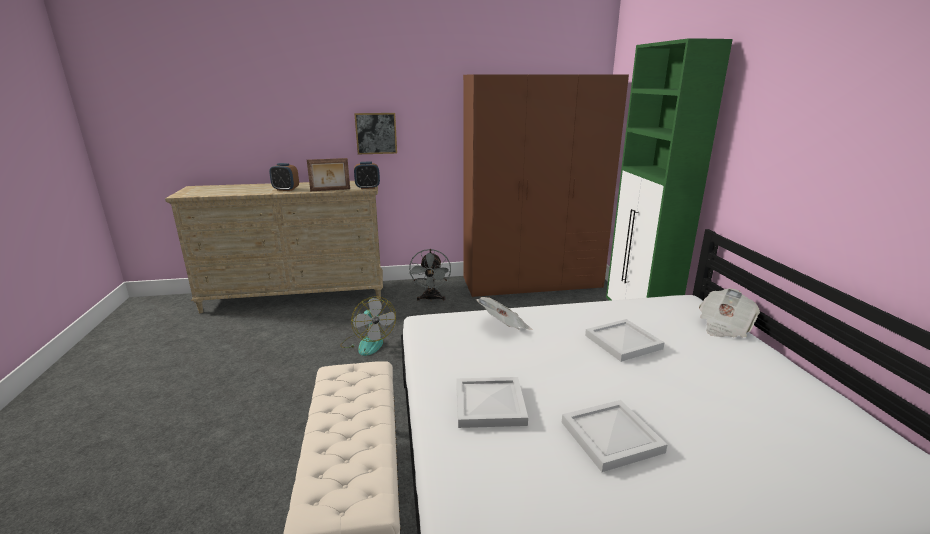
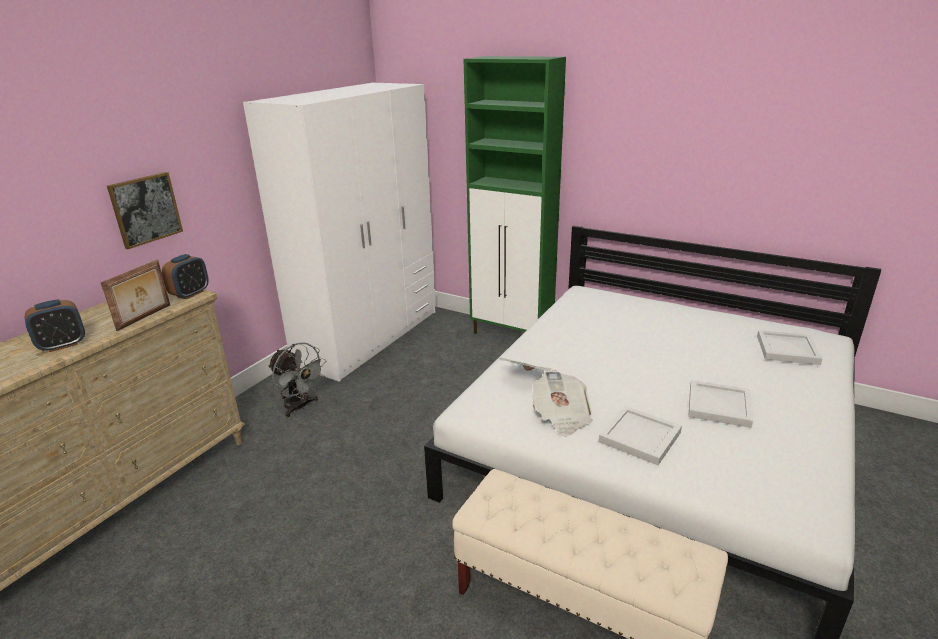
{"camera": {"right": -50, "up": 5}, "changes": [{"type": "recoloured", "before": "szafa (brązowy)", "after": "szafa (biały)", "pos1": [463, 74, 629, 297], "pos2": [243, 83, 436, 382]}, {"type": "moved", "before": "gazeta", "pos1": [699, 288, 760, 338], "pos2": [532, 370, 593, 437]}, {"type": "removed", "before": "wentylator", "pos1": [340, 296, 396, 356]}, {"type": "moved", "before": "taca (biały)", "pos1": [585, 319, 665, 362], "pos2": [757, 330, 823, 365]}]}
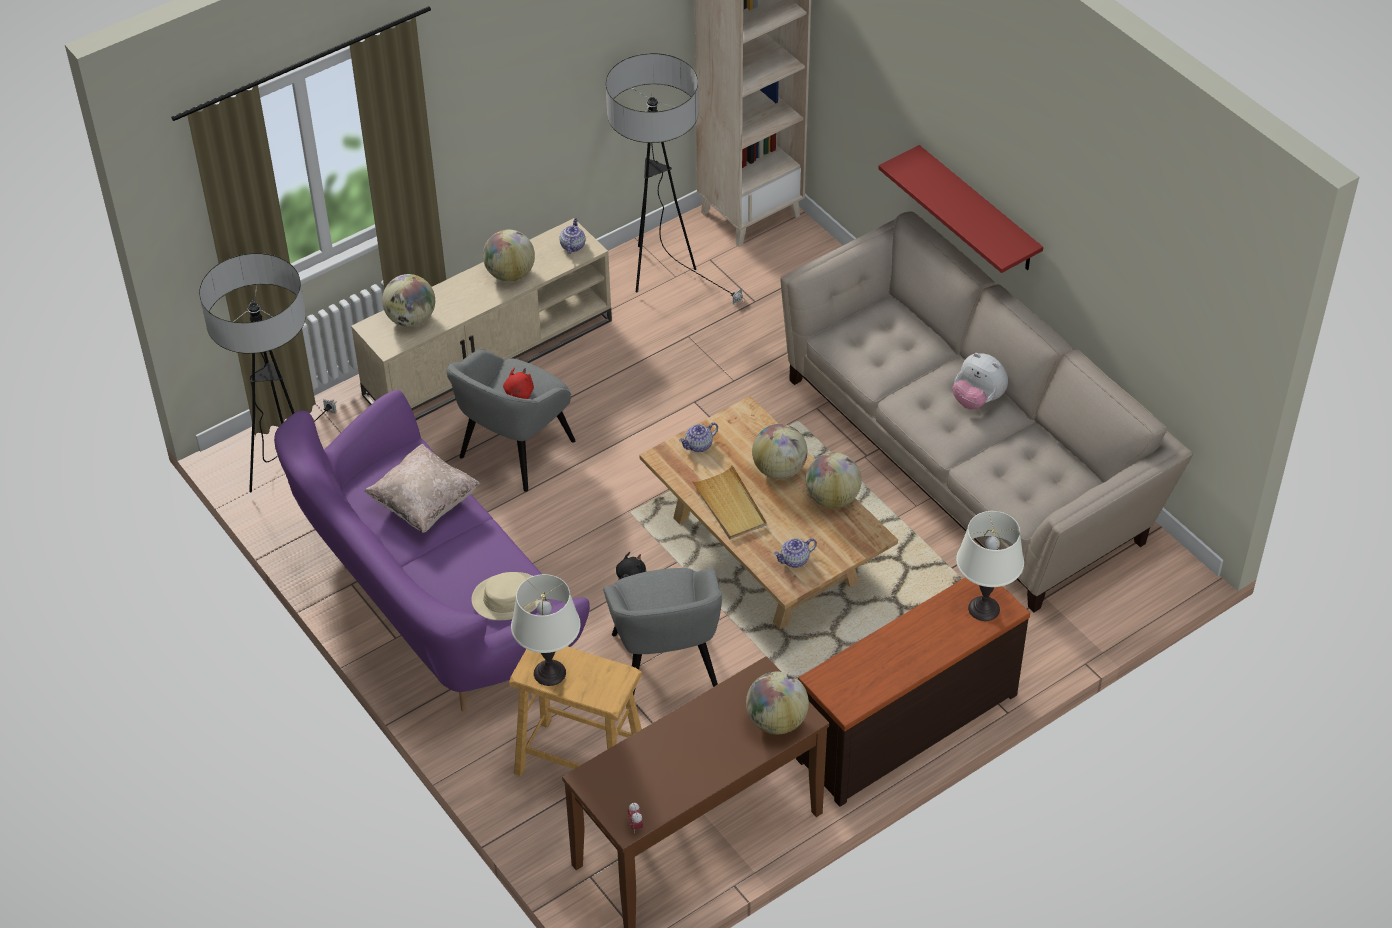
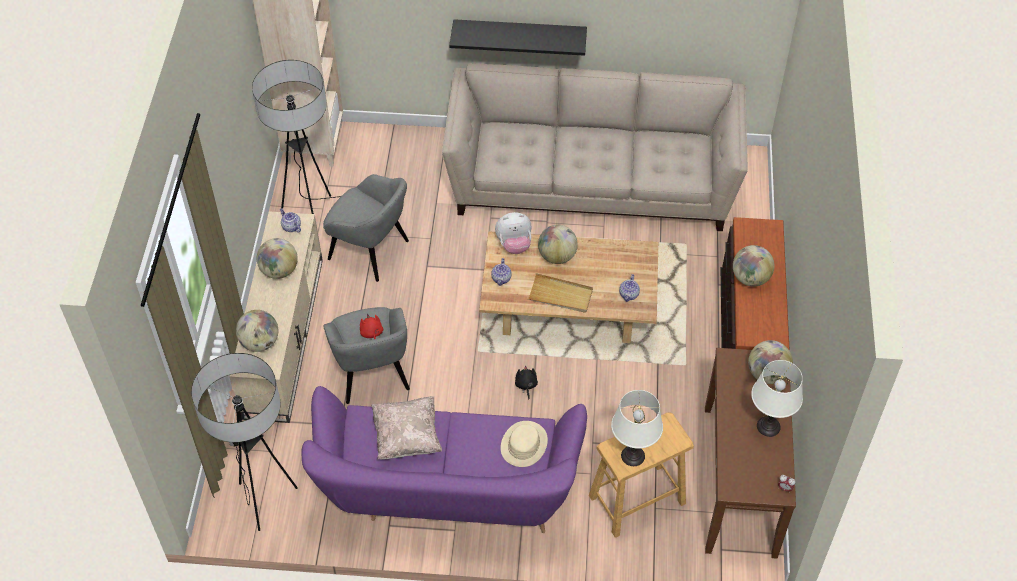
{"camera": {"right": -50, "up": 5}, "changes": [{"type": "recoloured", "before": "półka (czerwony)", "after": "półka (czarny)", "pos1": [878, 145, 1043, 273], "pos2": [449, 19, 587, 56]}, {"type": "moved", "before": "pluszak", "pos1": [953, 353, 1008, 409], "pos2": [495, 212, 532, 254]}, {"type": "moved", "before": "globus", "pos1": [806, 452, 862, 508], "pos2": [733, 245, 774, 286]}, {"type": "moved", "before": "lampa stołowa (biały)", "pos1": [956, 511, 1024, 621], "pos2": [751, 360, 803, 437]}, {"type": "moved", "before": "fotel (szary)", "pos1": [603, 568, 722, 695], "pos2": [323, 174, 409, 282]}]}
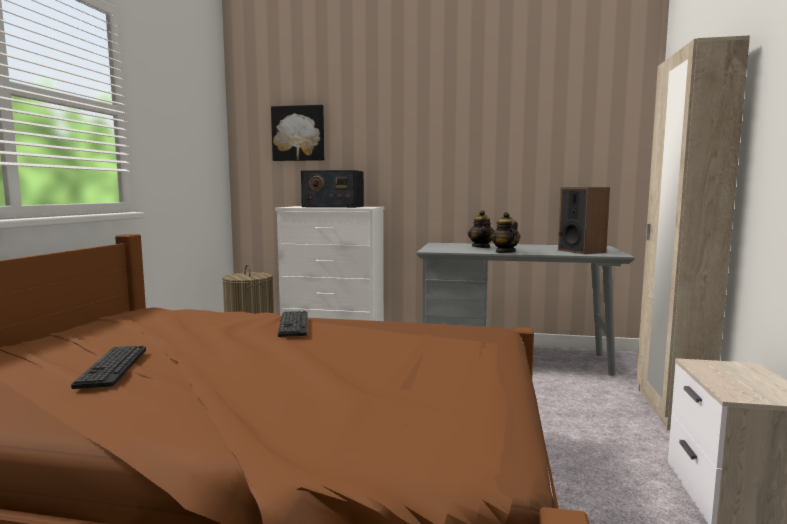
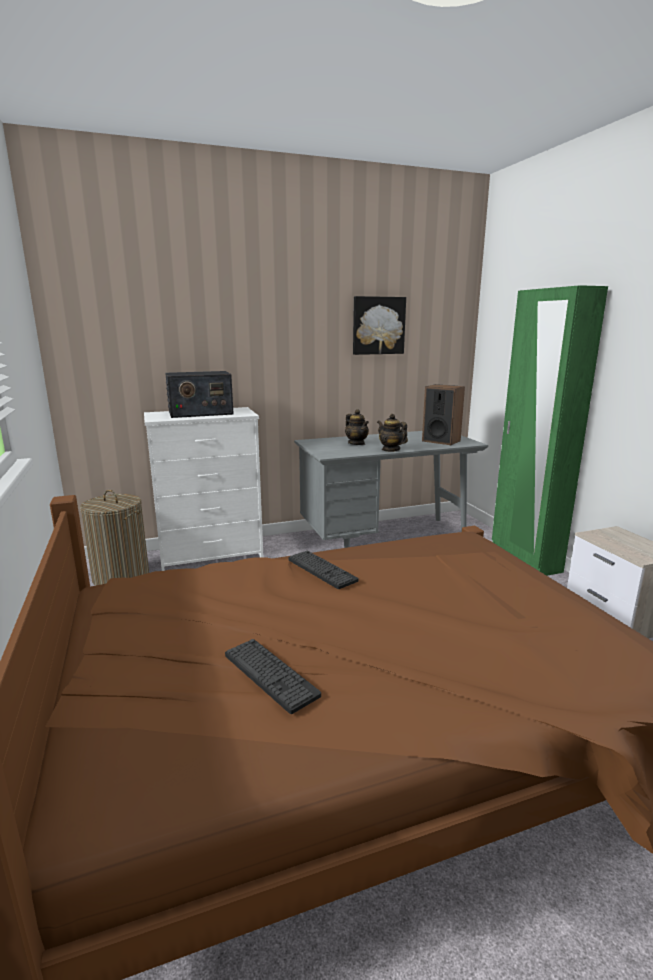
{"camera": {"right": -30, "up": 10}, "changes": [{"type": "recoloured", "before": "szafa (beżowy)", "after": "szafa (zielony)", "pos1": [636, 35, 750, 430], "pos2": [492, 285, 608, 576]}, {"type": "moved", "before": "obraz", "pos1": [271, 105, 324, 161], "pos2": [353, 296, 406, 355]}]}
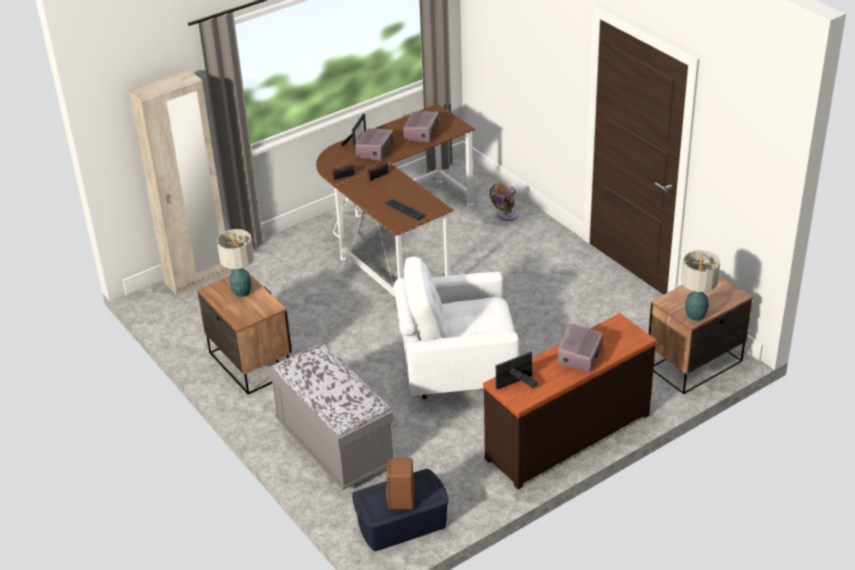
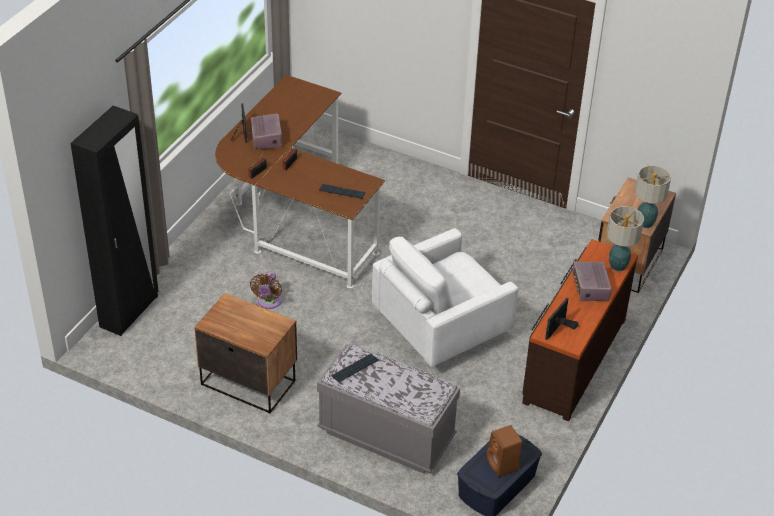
{"camera": {"right": -30, "up": 5}, "changes": [{"type": "recoloured", "before": "szafa (beżowy)", "after": "szafa (czarny)", "pos1": [128, 69, 231, 295], "pos2": [70, 106, 159, 336]}, {"type": "removed", "before": "radio", "pos1": [403, 111, 438, 142]}, {"type": "moved", "before": "wentylator (brązowy)", "pos1": [489, 184, 519, 221], "pos2": [250, 271, 282, 309]}, {"type": "moved", "before": "lampa stołowa", "pos1": [217, 229, 254, 298], "pos2": [607, 206, 644, 271]}, {"type": "added", "after": "klawiatura", "pos2": [332, 354, 379, 382]}]}
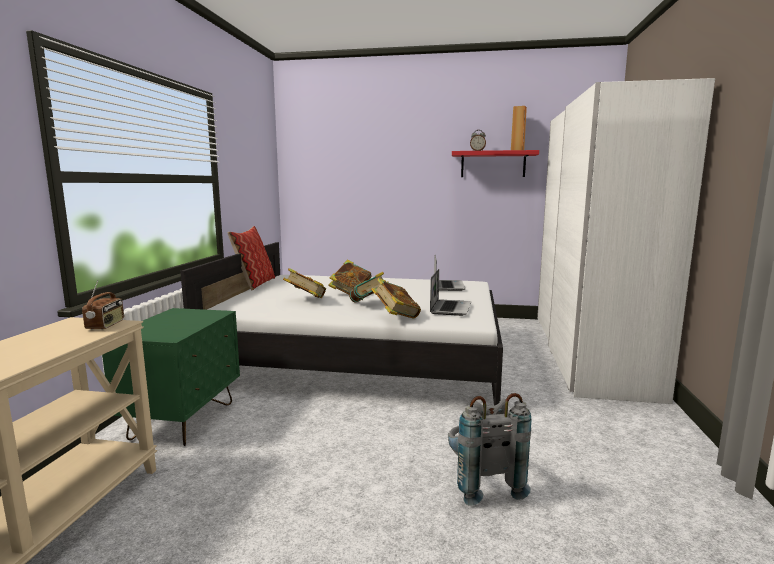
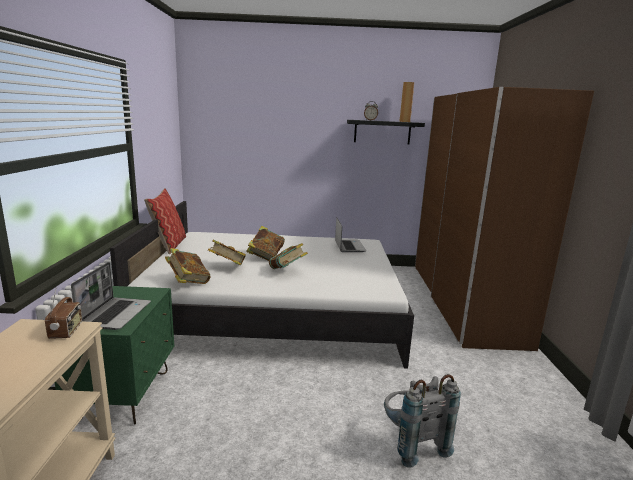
{"camera": {"right": -10, "up": 5}, "changes": [{"type": "recoloured", "before": "szafa (biały)", "after": "szafa (brązowy)", "pos1": [537, 78, 715, 404], "pos2": [415, 87, 594, 351]}, {"type": "recoloured", "before": "półka (czerwony)", "after": "półka (czarny)", "pos1": [452, 150, 539, 177], "pos2": [347, 120, 425, 145]}, {"type": "moved", "before": "laptop", "pos1": [430, 269, 471, 316], "pos2": [71, 262, 151, 330]}, {"type": "moved", "before": "książka", "pos1": [371, 278, 421, 319], "pos2": [165, 248, 211, 284]}]}
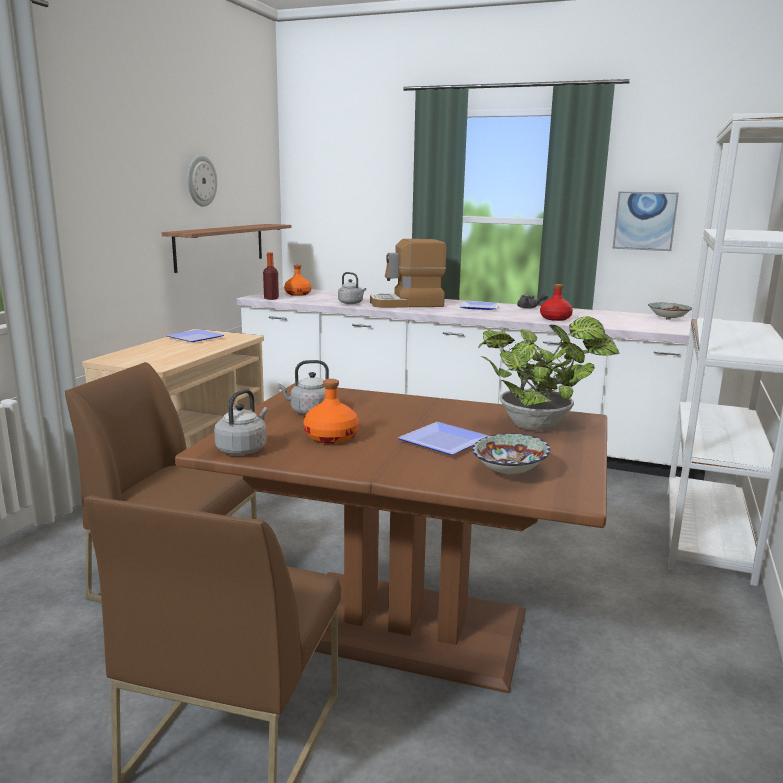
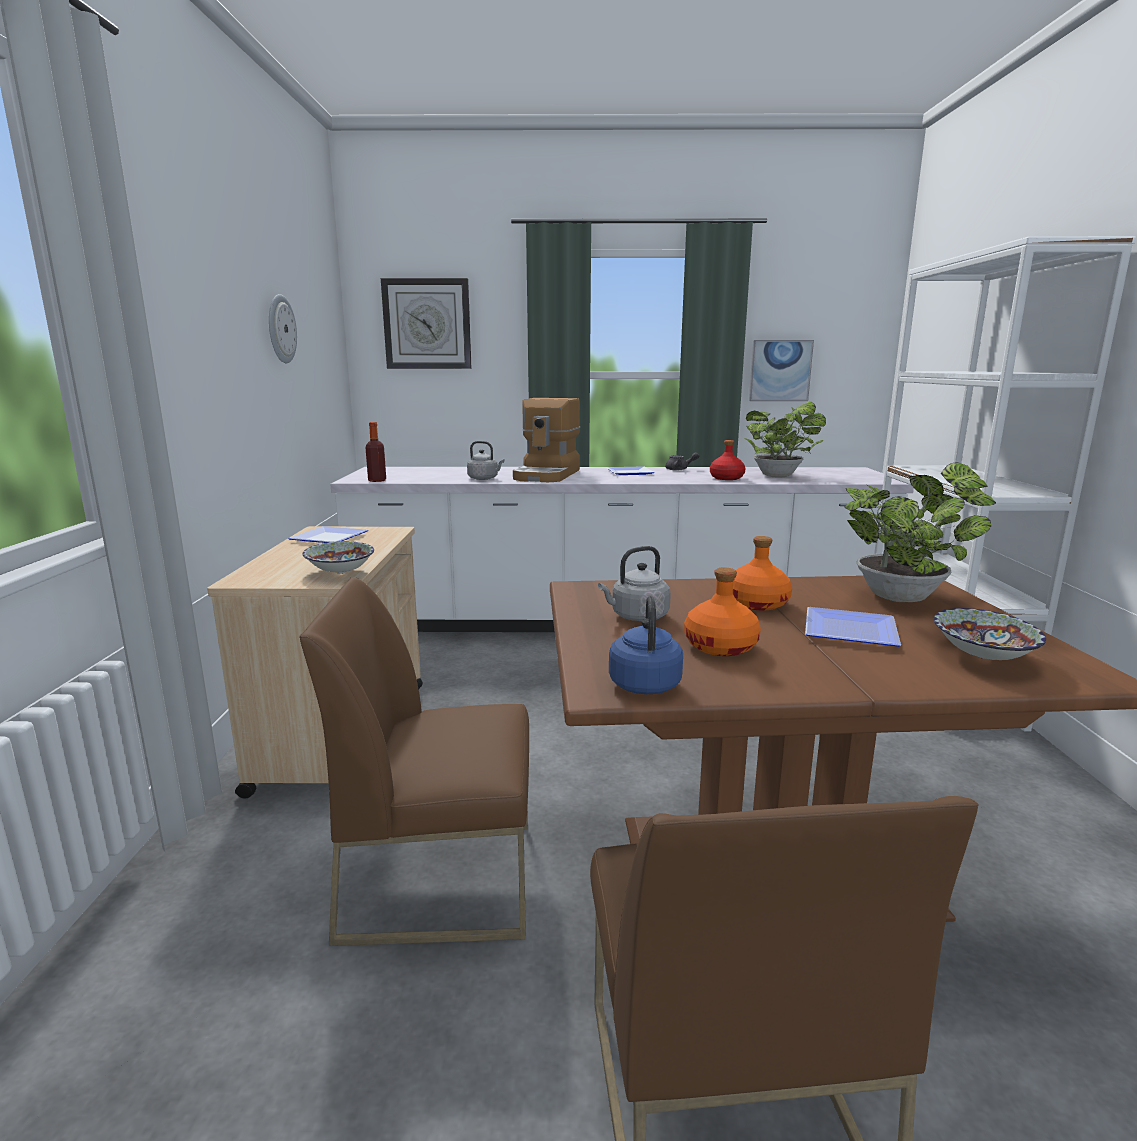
{"camera": {"right": -20, "up": 0}, "changes": [{"type": "removed", "before": "półka", "pos1": [162, 224, 292, 273]}, {"type": "turned", "before": "ekspres do kawy", "pos1": [370, 239, 446, 308], "pos2": [513, 398, 580, 482], "turn": -45}, {"type": "moved", "before": "butelka (pomarańczowy)", "pos1": [284, 265, 311, 296], "pos2": [733, 536, 792, 610]}, {"type": "moved", "before": "miska", "pos1": [648, 303, 692, 320], "pos2": [303, 541, 374, 574]}, {"type": "recoloured", "before": "czajnik (szary)", "after": "czajnik (niebieski)", "pos1": [214, 389, 268, 455], "pos2": [609, 596, 683, 694]}, {"type": "added", "after": "zegar ścienny", "pos2": [381, 278, 472, 369]}, {"type": "added", "after": "roślina doniczkowa", "pos2": [745, 402, 826, 477]}]}
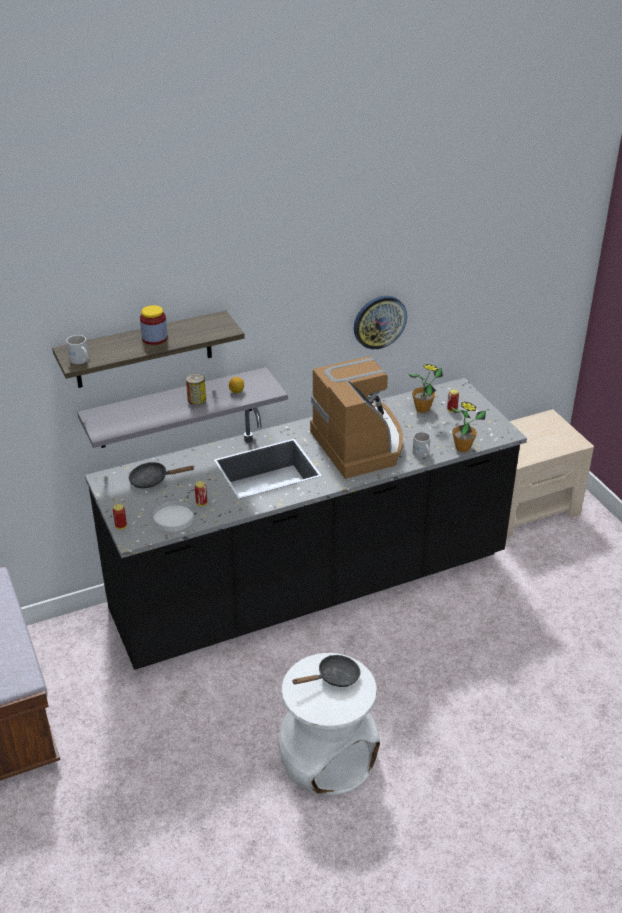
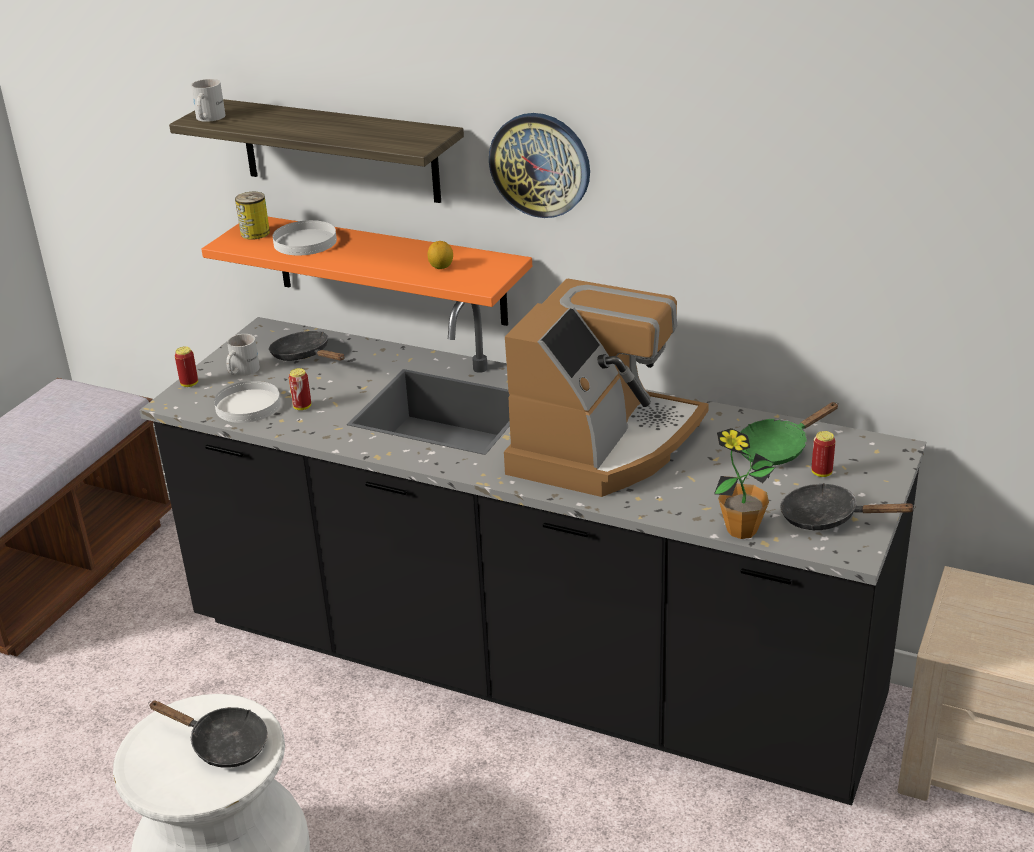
{"camera": {"right": 50, "up": -5}, "changes": [{"type": "moved", "before": "zegar ścienny", "pos1": [354, 296, 407, 349], "pos2": [489, 113, 590, 218]}, {"type": "removed", "before": "słoik", "pos1": [140, 305, 167, 345]}, {"type": "replaced", "before": "roślina doniczkowa", "after": "patelnia (zielony)", "pos1": [407, 364, 443, 413], "pos2": [741, 402, 839, 465]}, {"type": "recoloured", "before": "półka (szary)", "after": "półka (pomarańczowy)", "pos1": [77, 367, 288, 448], "pos2": [201, 217, 532, 326]}, {"type": "moved", "before": "puszka", "pos1": [186, 374, 206, 405], "pos2": [235, 192, 270, 240]}, {"type": "moved", "before": "kubek (biały)", "pos1": [412, 432, 431, 458], "pos2": [226, 334, 260, 376]}, {"type": "added", "after": "talerz (biały)", "pos2": [273, 220, 337, 255]}, {"type": "added", "after": "patelnia (czarny)", "pos2": [780, 483, 916, 530]}]}
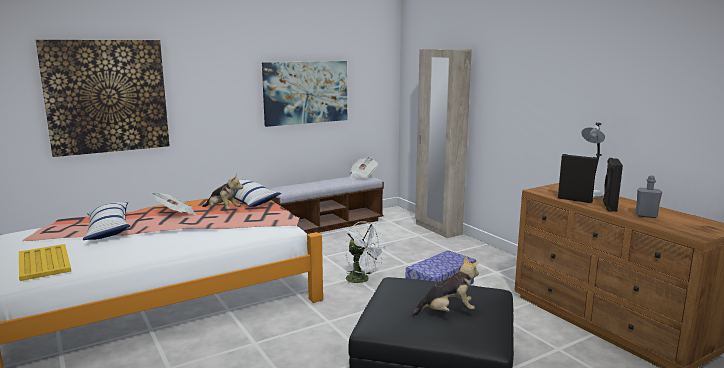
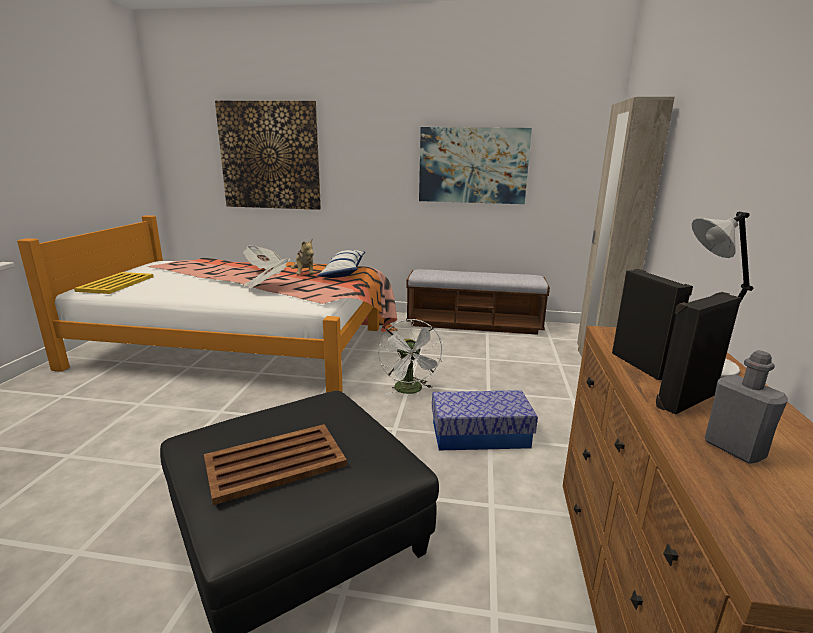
{"camera": {"right": 40, "up": 5}, "changes": [{"type": "moved", "before": "gazeta", "pos1": [349, 157, 378, 179], "pos2": [244, 258, 291, 288]}, {"type": "removed", "before": "poduszka", "pos1": [83, 202, 130, 240]}, {"type": "replaced", "before": "pluszak", "after": "taca (brązowy)", "pos1": [411, 256, 479, 317], "pos2": [204, 424, 347, 505]}]}
